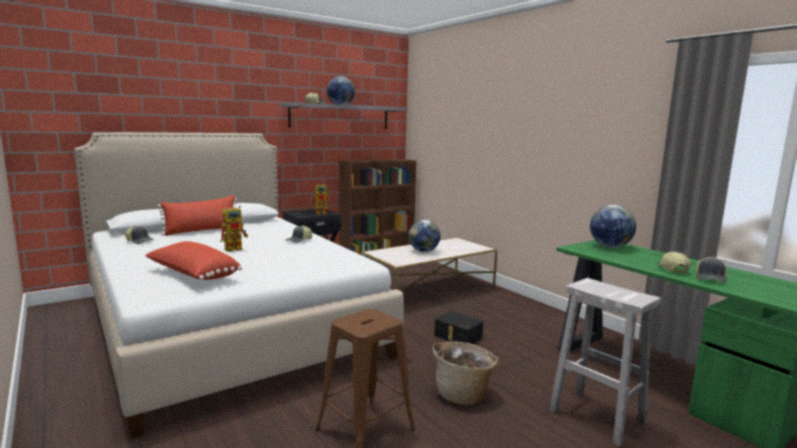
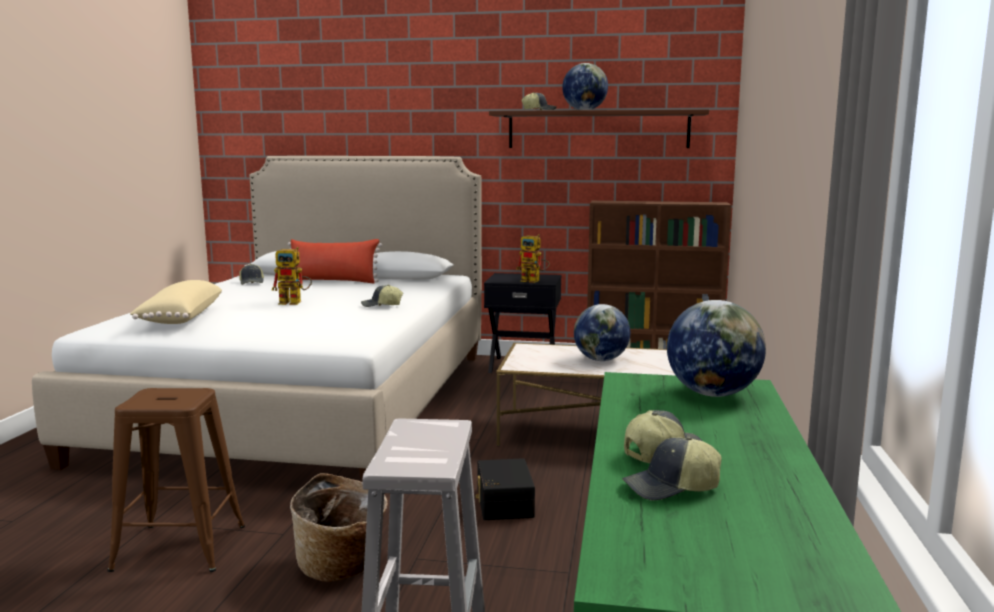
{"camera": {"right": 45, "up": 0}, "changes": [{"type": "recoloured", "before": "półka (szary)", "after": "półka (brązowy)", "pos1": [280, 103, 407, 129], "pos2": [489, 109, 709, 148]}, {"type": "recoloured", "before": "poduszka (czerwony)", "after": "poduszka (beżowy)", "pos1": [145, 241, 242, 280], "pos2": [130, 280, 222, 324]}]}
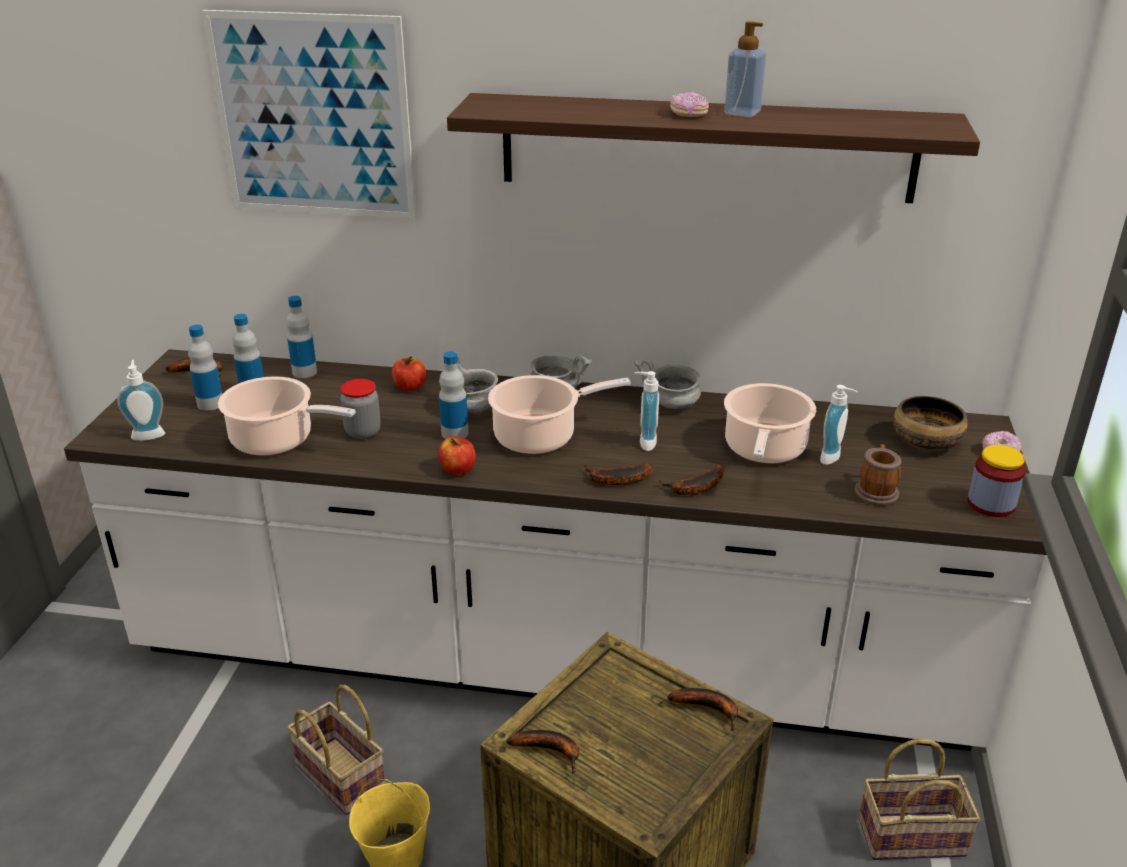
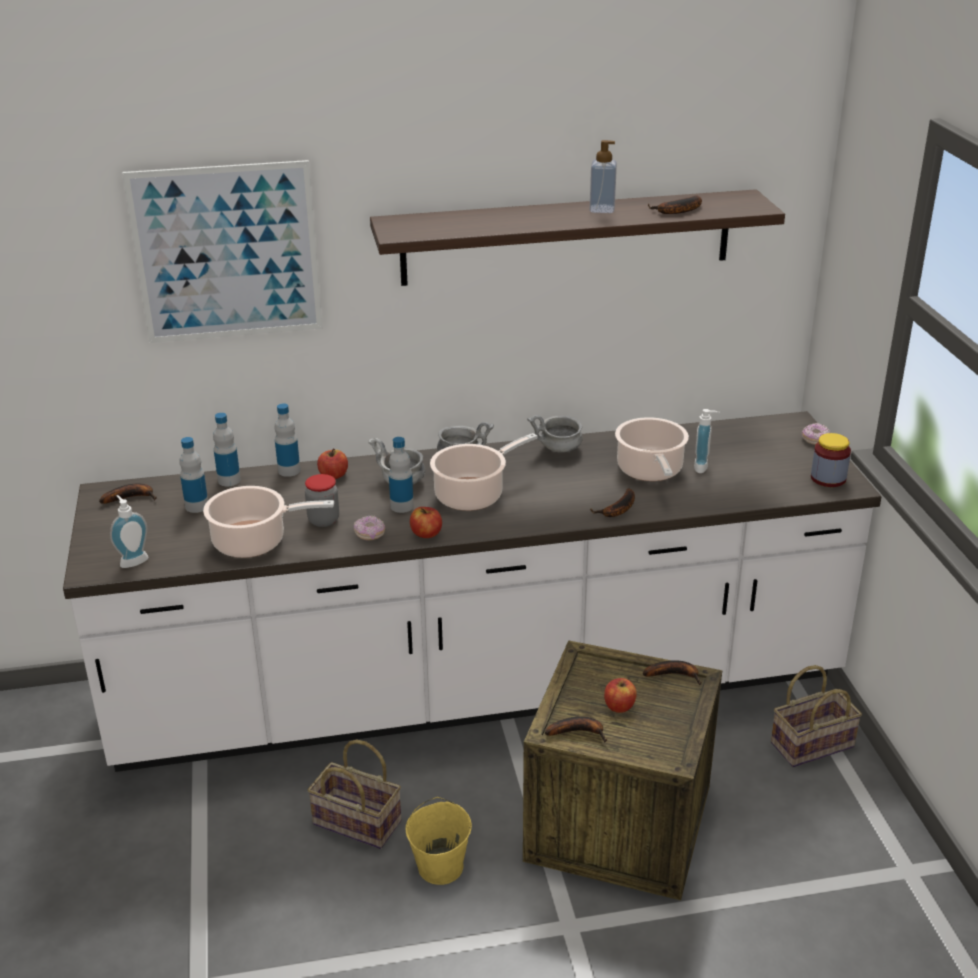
{"camera": {"right": -20, "up": 0}, "changes": [{"type": "moved", "before": "donut", "pos1": [670, 92, 709, 117], "pos2": [353, 516, 385, 540]}, {"type": "moved", "before": "butelka", "pos1": [188, 324, 222, 411], "pos2": [274, 403, 300, 477]}, {"type": "removed", "before": "dozownik mydła", "pos1": [634, 371, 659, 451]}, {"type": "removed", "before": "miska", "pos1": [893, 396, 968, 451]}, {"type": "removed", "before": "kubek", "pos1": [854, 444, 902, 506]}, {"type": "moved", "before": "banan", "pos1": [584, 463, 653, 485], "pos2": [648, 195, 702, 214]}, {"type": "added", "after": "jabłko", "pos2": [604, 678, 637, 713]}]}
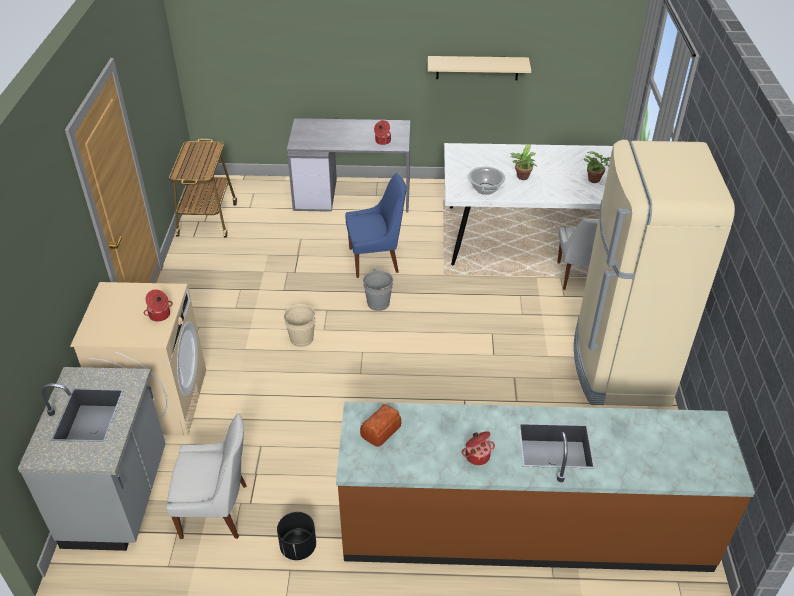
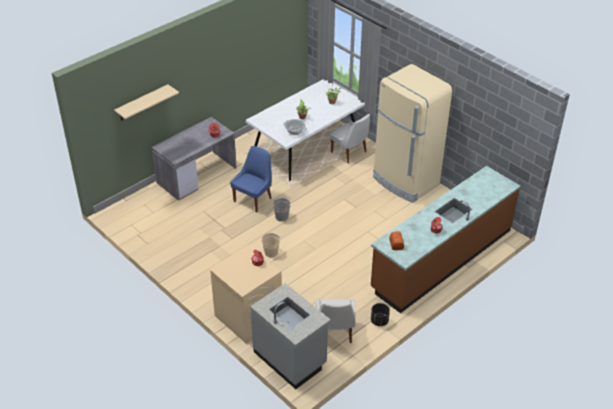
{"camera": {"right": -45, "up": 0}, "changes": [{"type": "moved", "before": "półka (beżowy)", "pos1": [428, 56, 531, 80], "pos2": [114, 85, 179, 120]}, {"type": "removed", "before": "wózek", "pos1": [169, 139, 237, 237]}, {"type": "turned", "before": "krzesło (biały)", "pos1": [166, 414, 247, 539], "pos2": [316, 299, 356, 343], "turn": 135}]}
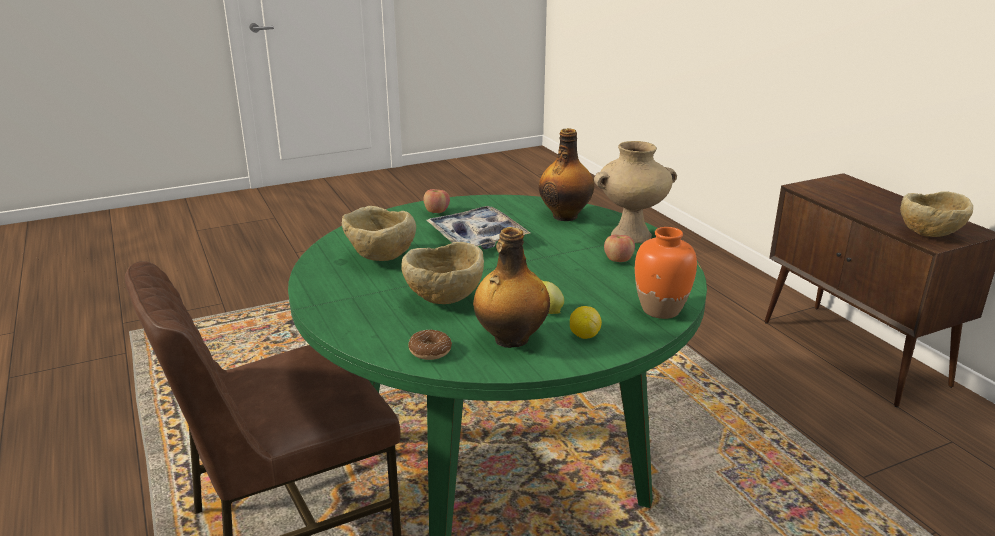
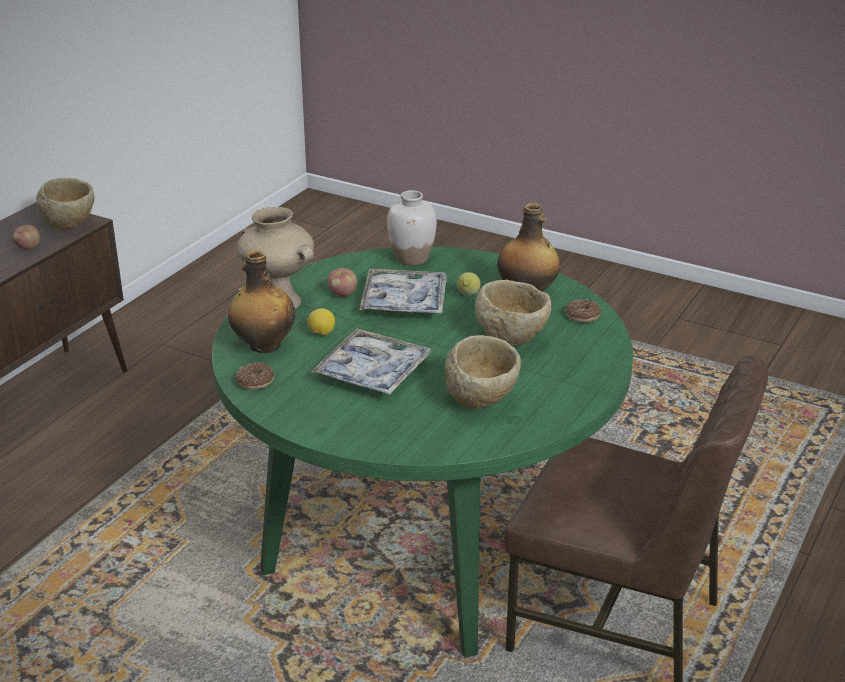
{"camera": {"right": -125, "up": 5}, "changes": [{"type": "moved", "before": "jabłko", "pos1": [423, 189, 450, 213], "pos2": [13, 225, 40, 250]}, {"type": "recoloured", "before": "wazon (pomarańczowy)", "after": "wazon (biały)", "pos1": [635, 227, 697, 319], "pos2": [387, 190, 437, 266]}, {"type": "moved", "before": "cytryna", "pos1": [570, 306, 602, 339], "pos2": [307, 308, 335, 335]}, {"type": "added", "after": "taca", "pos2": [360, 269, 447, 314]}, {"type": "added", "after": "donut", "pos2": [236, 362, 274, 390]}]}
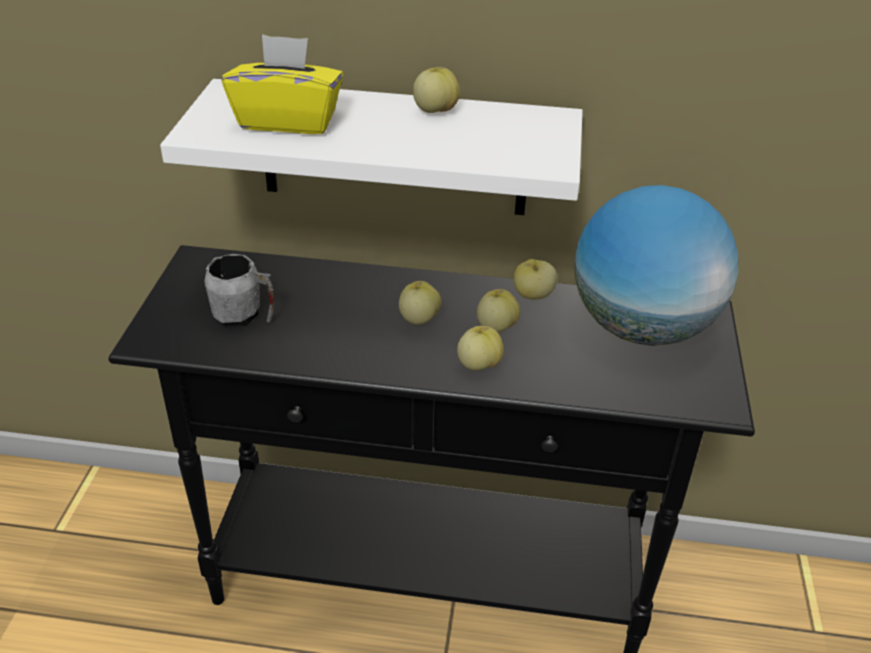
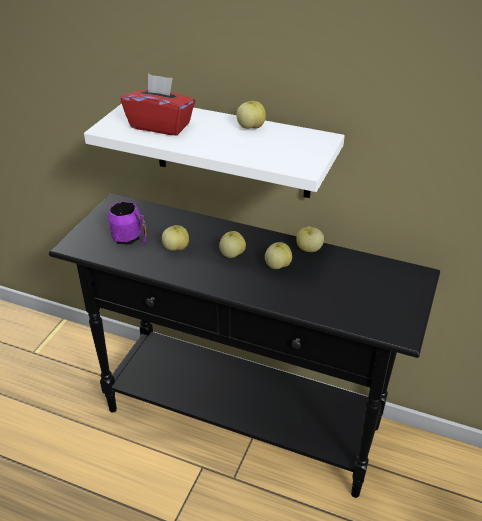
{"camera": {"right": 15, "up": 0}, "changes": [{"type": "recoloured", "before": "pudełko chusteczek (żółty)", "after": "pudełko chusteczek (czerwony)", "pos1": [222, 34, 343, 134], "pos2": [121, 74, 195, 136]}, {"type": "removed", "before": "globus", "pos1": [574, 185, 738, 346]}, {"type": "recoloured", "before": "kubek (szary)", "after": "kubek (fioletowy)", "pos1": [204, 254, 274, 327], "pos2": [108, 201, 147, 245]}, {"type": "moved", "before": "jabłko", "pos1": [457, 326, 503, 371], "pos2": [162, 225, 189, 251]}]}
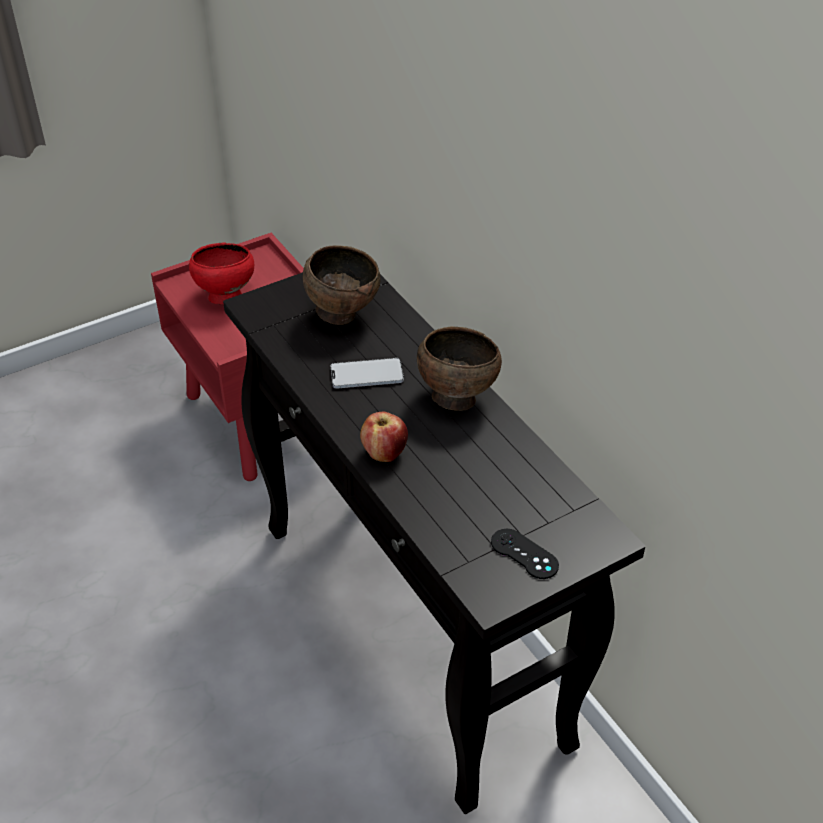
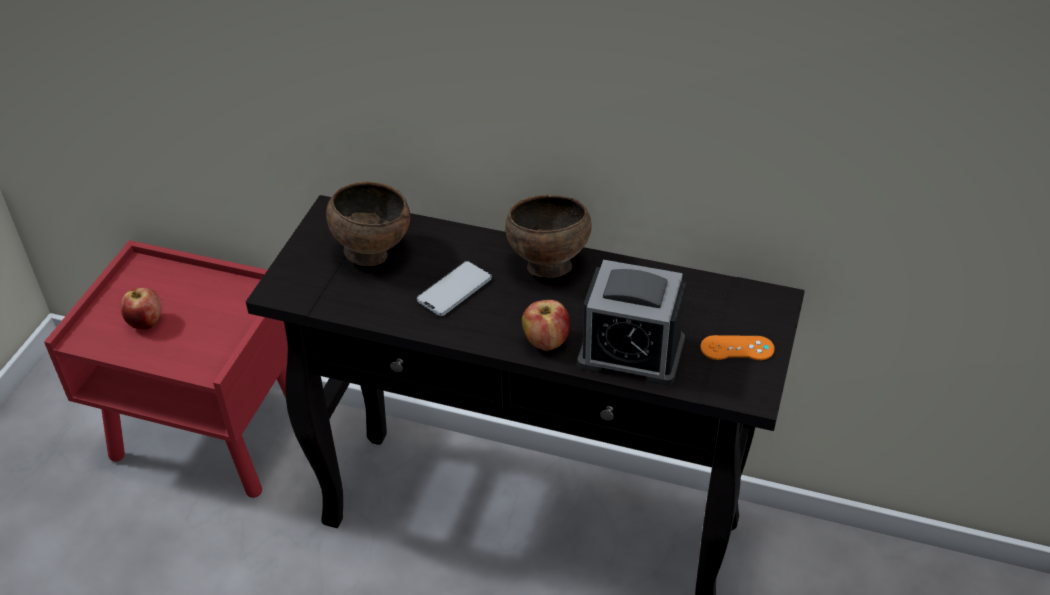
{"camera": {"right": -40, "up": 0}, "changes": [{"type": "replaced", "before": "miska (czerwony)", "after": "jabłko", "pos1": [189, 242, 254, 305], "pos2": [120, 288, 162, 330]}, {"type": "recoloured", "before": "pad do gier (czarny)", "after": "pad do gier (pomarańczowy)", "pos1": [491, 529, 559, 579], "pos2": [700, 335, 775, 360]}, {"type": "added", "after": "budzik", "pos2": [577, 260, 686, 386]}]}
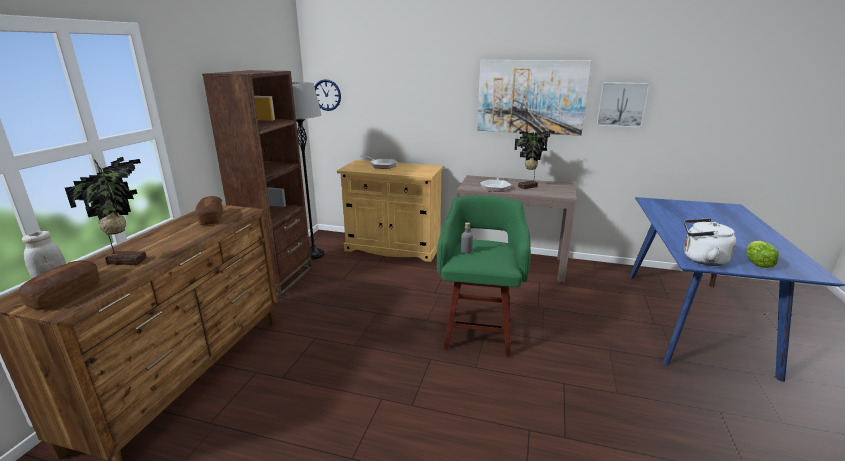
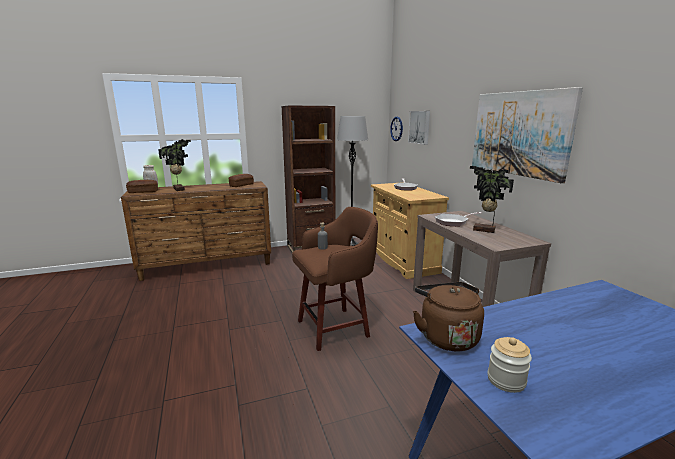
{"camera": {"right": 55, "up": -5}, "changes": [{"type": "moved", "before": "obraz", "pos1": [596, 82, 649, 128], "pos2": [408, 111, 430, 145]}, {"type": "recoloured", "before": "stołek (zielony)", "after": "stołek (brązowy)", "pos1": [437, 196, 531, 357], "pos2": [292, 207, 378, 351]}, {"type": "recoloured", "before": "czajnik (biały)", "after": "czajnik (brązowy)", "pos1": [684, 218, 736, 266], "pos2": [413, 282, 484, 352]}, {"type": "replaced", "before": "sałata", "after": "słoik", "pos1": [746, 241, 779, 268], "pos2": [488, 337, 532, 393]}]}
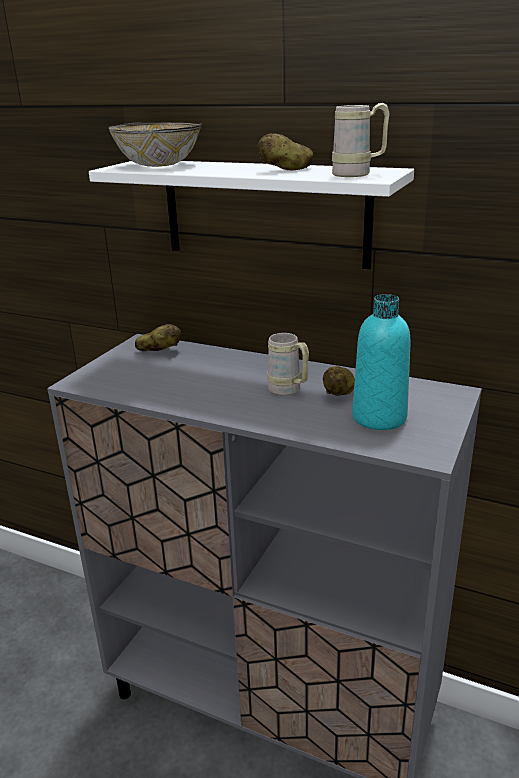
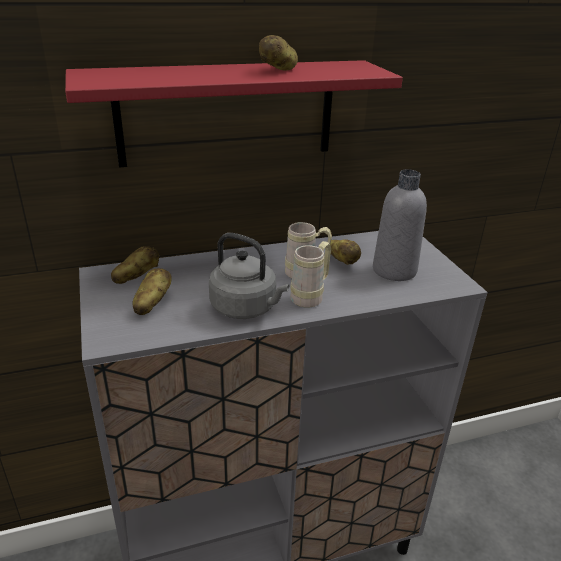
{"camera": {"right": -45, "up": 5}, "changes": [{"type": "moved", "before": "kubek (beżowy)", "pos1": [332, 103, 390, 177], "pos2": [290, 241, 331, 308]}, {"type": "removed", "before": "miska", "pos1": [109, 122, 202, 167]}, {"type": "recoloured", "before": "półka (biały)", "after": "półka (czerwony)", "pos1": [89, 161, 414, 269], "pos2": [65, 60, 403, 167]}, {"type": "recoloured", "before": "butelka (turkusowy)", "after": "butelka (szary)", "pos1": [352, 294, 411, 430], "pos2": [373, 169, 427, 281]}, {"type": "added", "after": "czajnik (szary)", "pos2": [209, 233, 289, 319]}, {"type": "added", "after": "ziemniak", "pos2": [133, 268, 171, 315]}]}
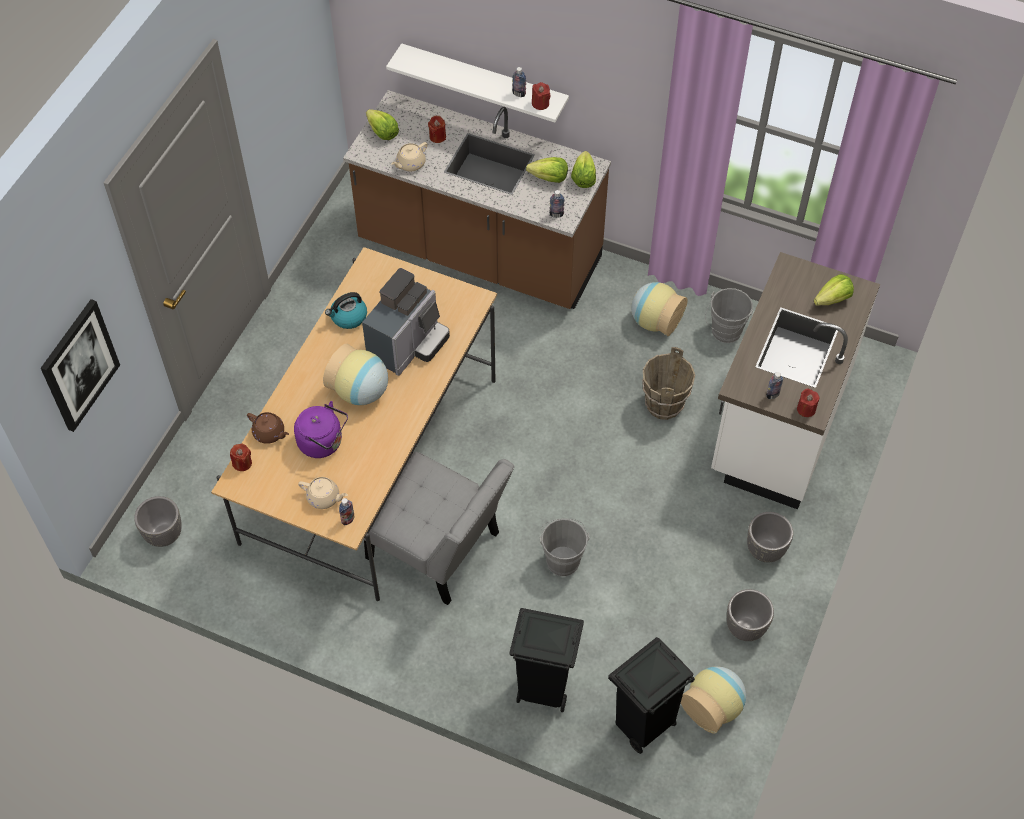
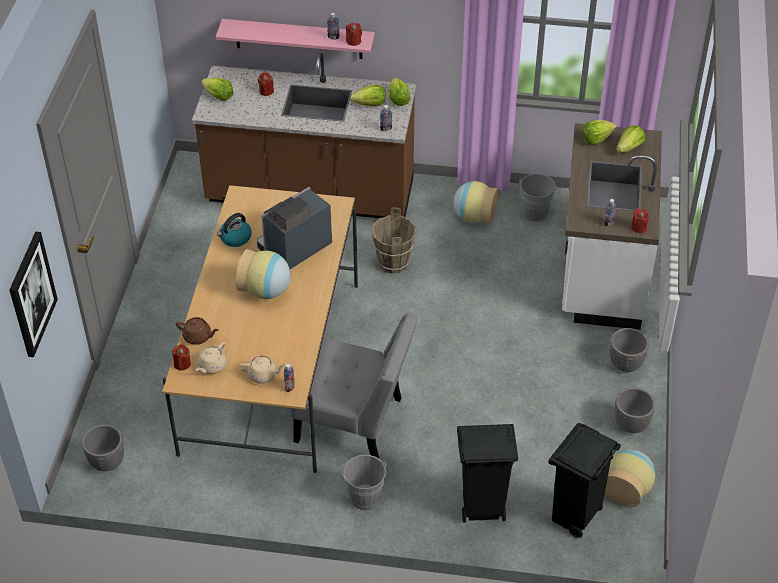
{"camera": {"right": -15, "up": -10}, "changes": [{"type": "recoloured", "before": "półka (biały)", "after": "półka (różowy)", "pos1": [386, 43, 569, 122], "pos2": [216, 19, 375, 59]}, {"type": "moved", "before": "imbryk (beżowy)", "pos1": [391, 142, 428, 171], "pos2": [196, 342, 227, 374]}, {"type": "turned", "before": "ekspres do kawy", "pos1": [362, 268, 450, 376], "pos2": [257, 187, 332, 269], "turn": -150}, {"type": "moved", "before": "wiadro (brązowy)", "pos1": [642, 347, 695, 420], "pos2": [371, 207, 416, 274]}, {"type": "removed", "before": "czajnik (fioletowy)", "pos1": [294, 401, 348, 458]}, {"type": "moved", "before": "wiadro (szary)", "pos1": [539, 519, 590, 577], "pos2": [341, 455, 387, 511]}, {"type": "added", "after": "sałata", "pos2": [582, 120, 616, 145]}]}
